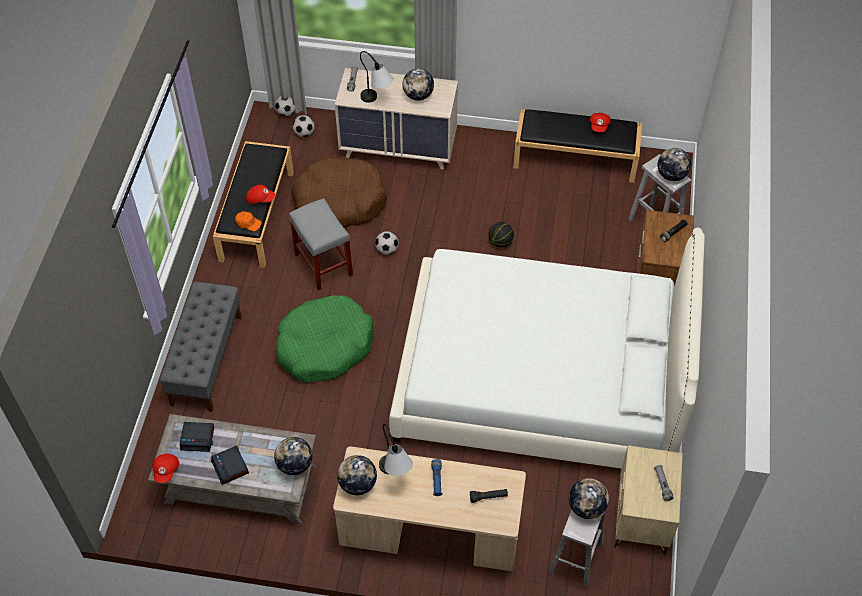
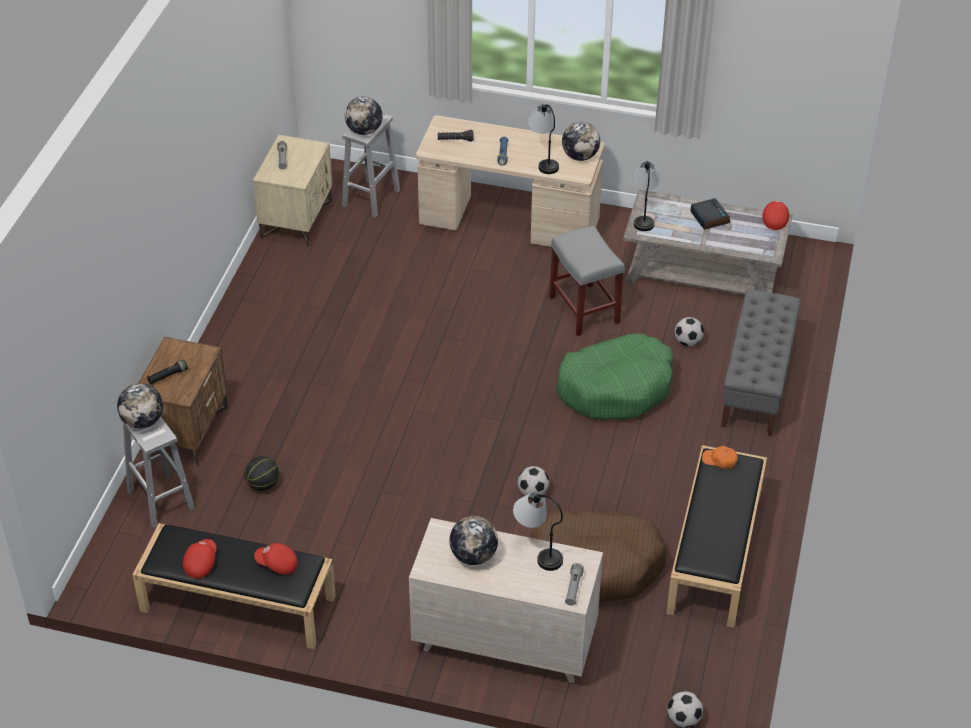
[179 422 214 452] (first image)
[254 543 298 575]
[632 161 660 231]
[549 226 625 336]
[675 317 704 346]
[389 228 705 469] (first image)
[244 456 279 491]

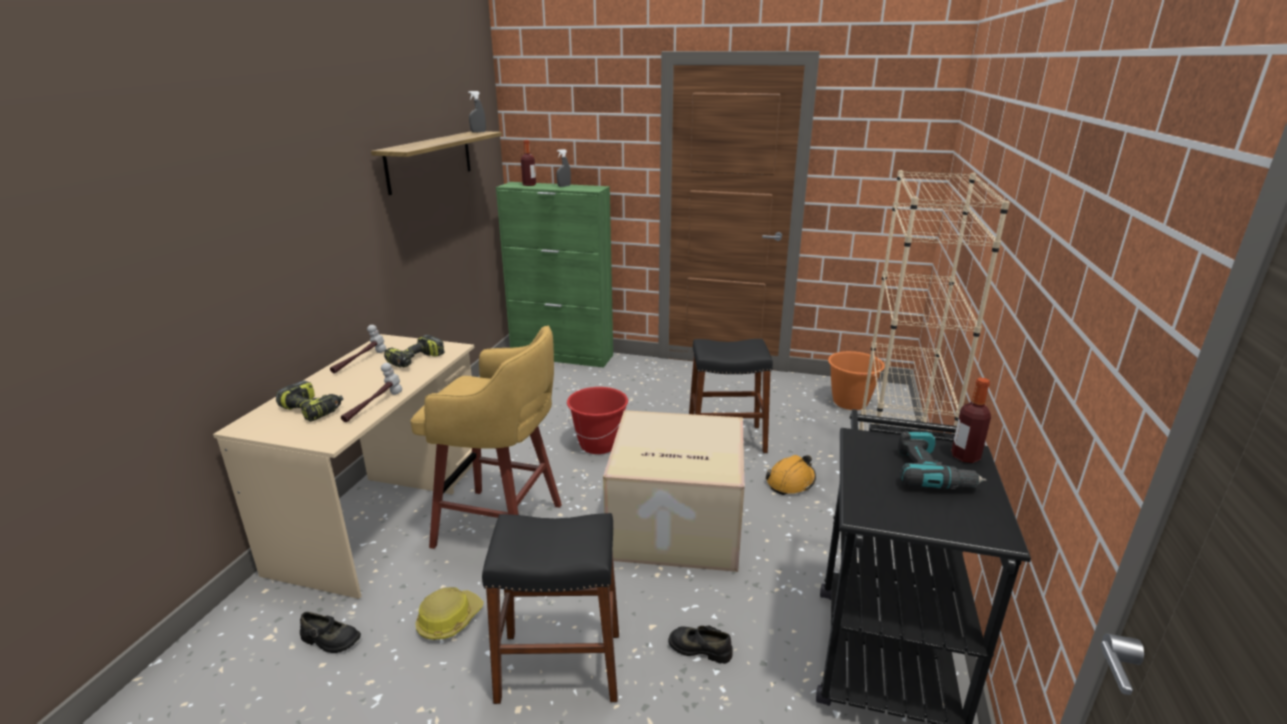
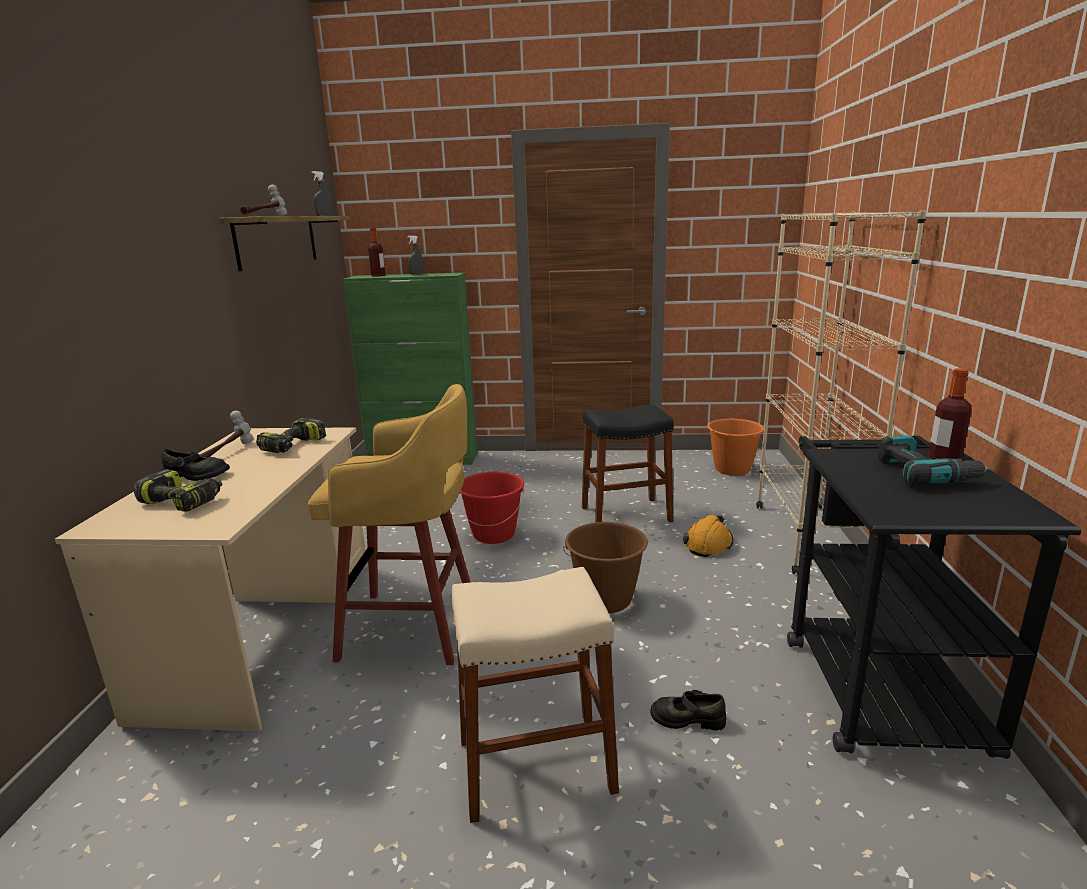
[162 449 230 481]
[240 185 287 216]
[415 587 484 640] (first image)
[452 567 619 823]
[563 522 648 613]

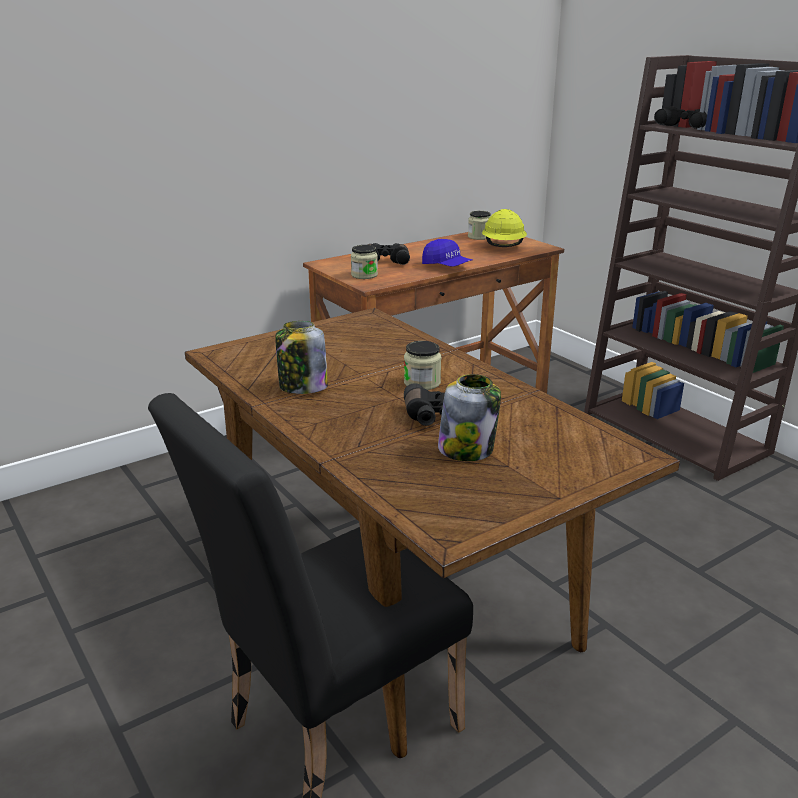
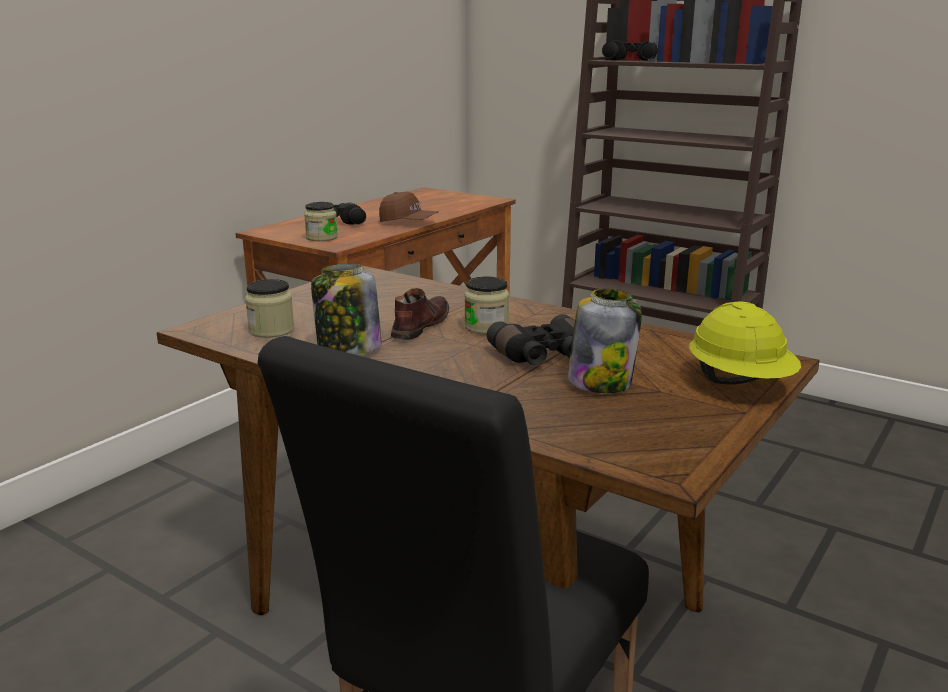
[379 192 439 222]
[245 279 294 338]
[689 302 801 384]
[391 288 449 340]

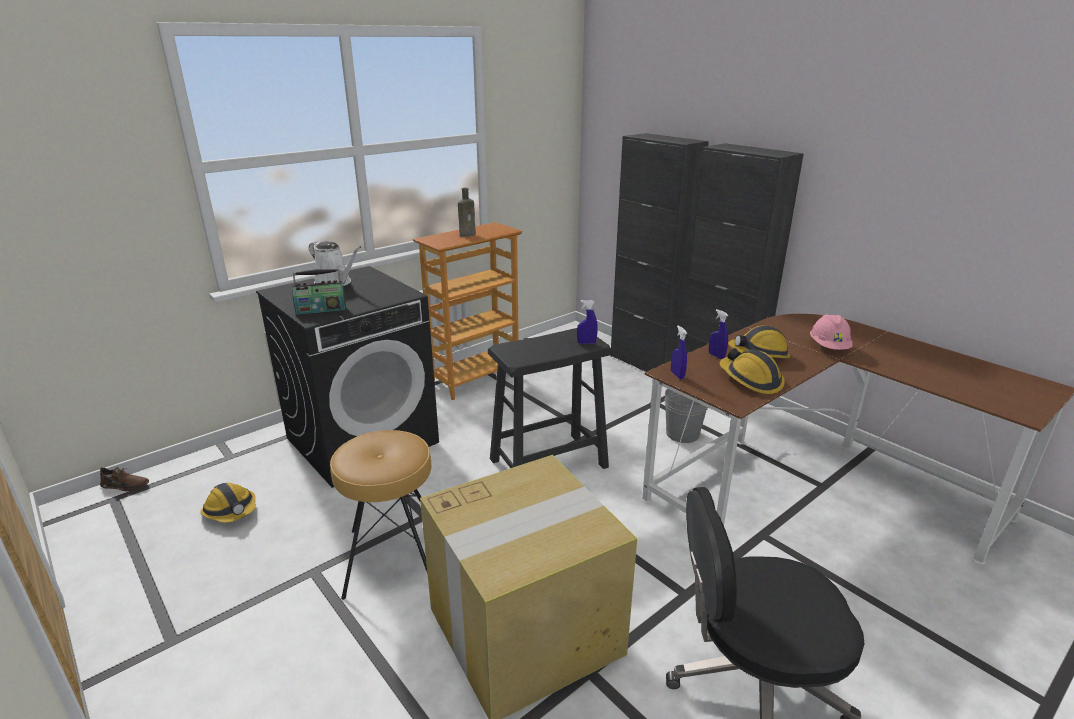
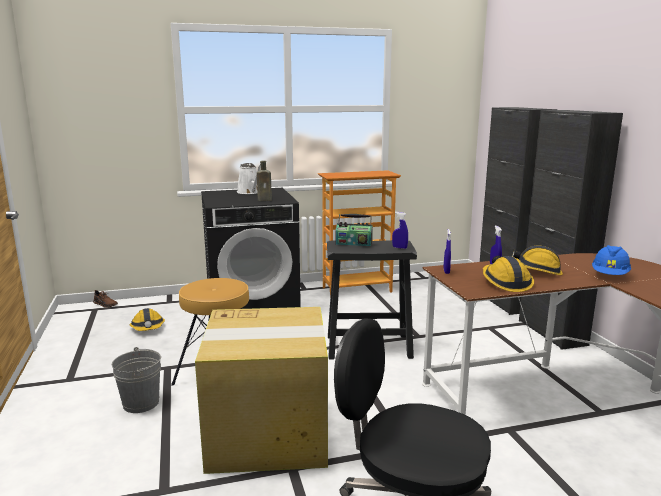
[335 214 373 246]
[257 161 272 201]
[112 347 161 413]
[592 245 631 275]

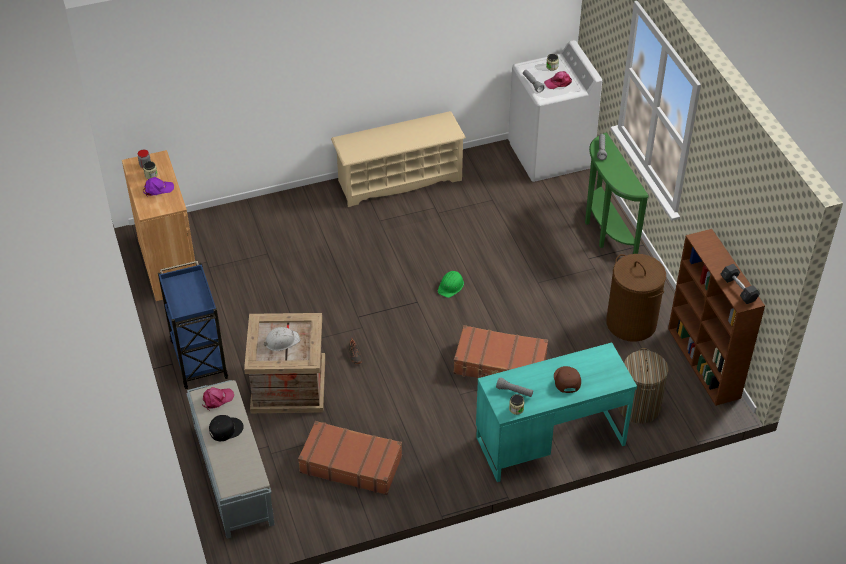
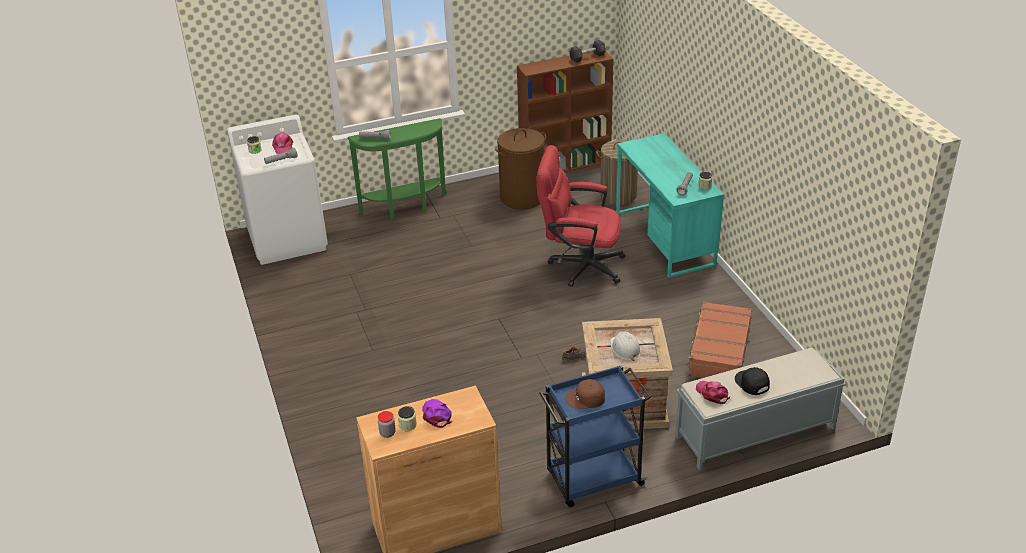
[331 111 466 207] (first image)
[438 271 464 298] (first image)
[536 145 625 287]
[565 379 605 409]

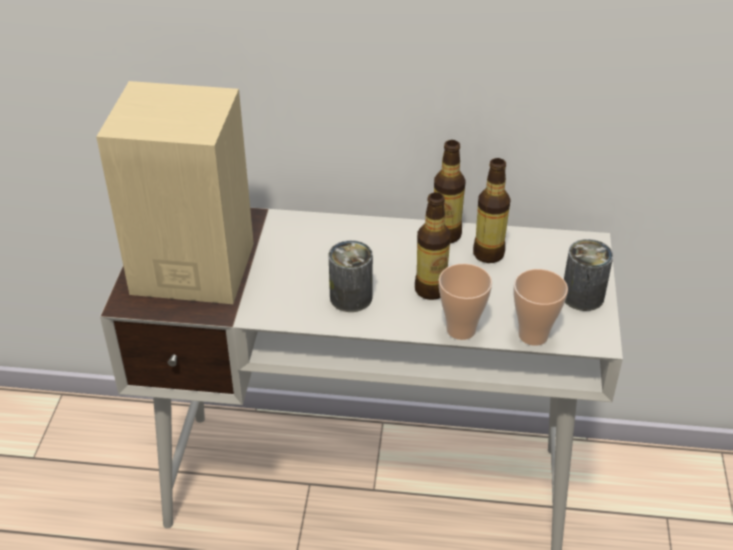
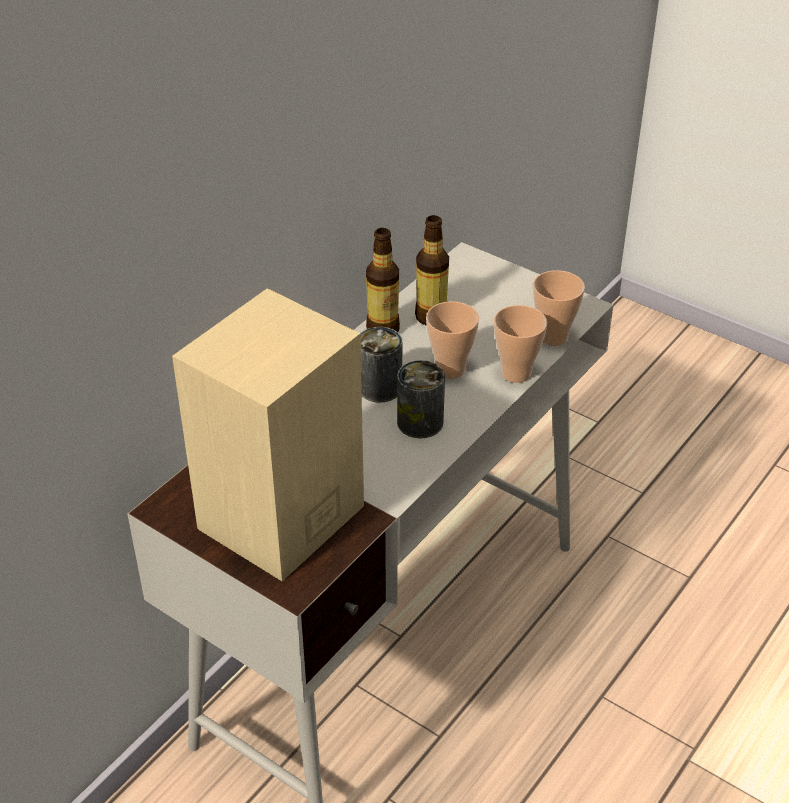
[426 301 479 379]
[360 327 402 402]

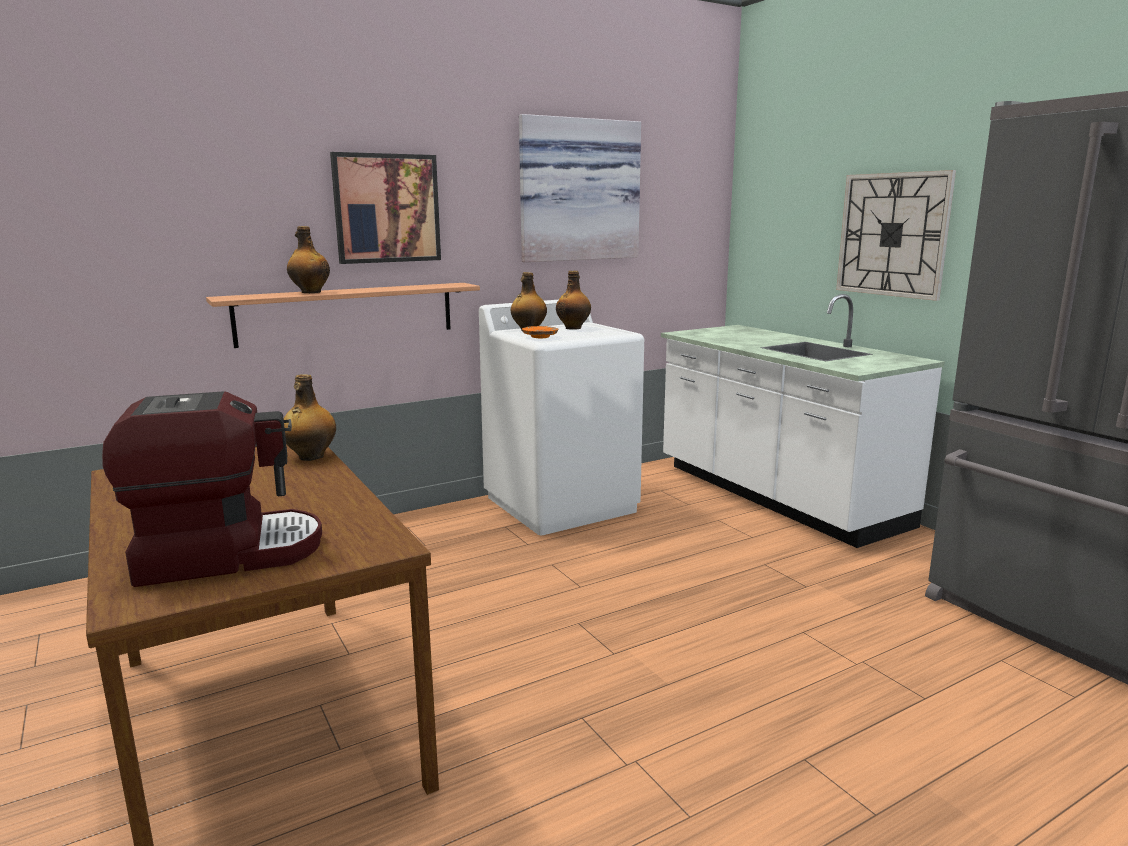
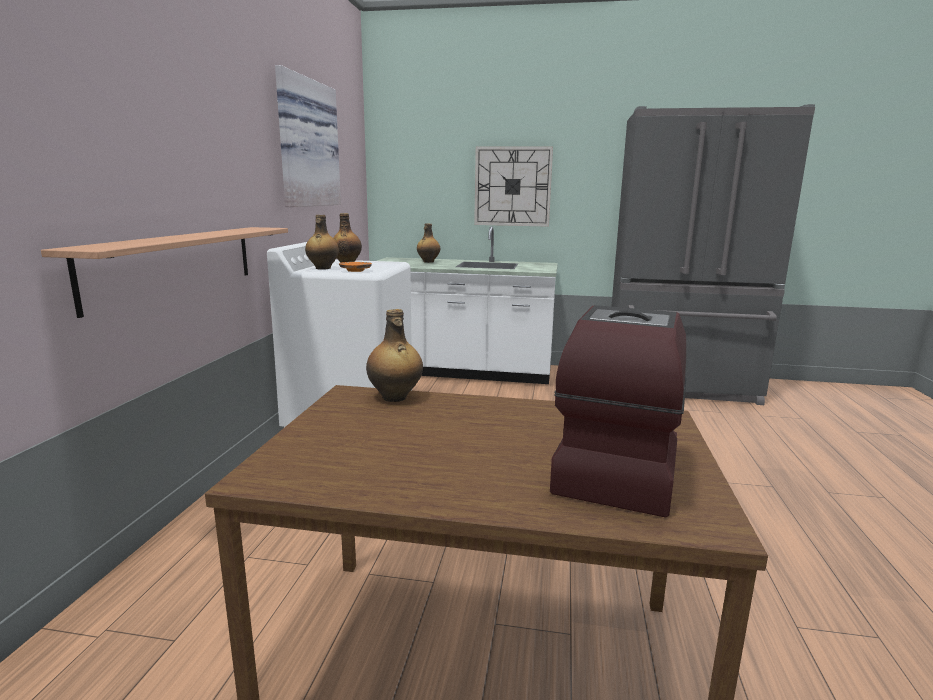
[417 223 440 263]
[330 152 441 264] (first image)

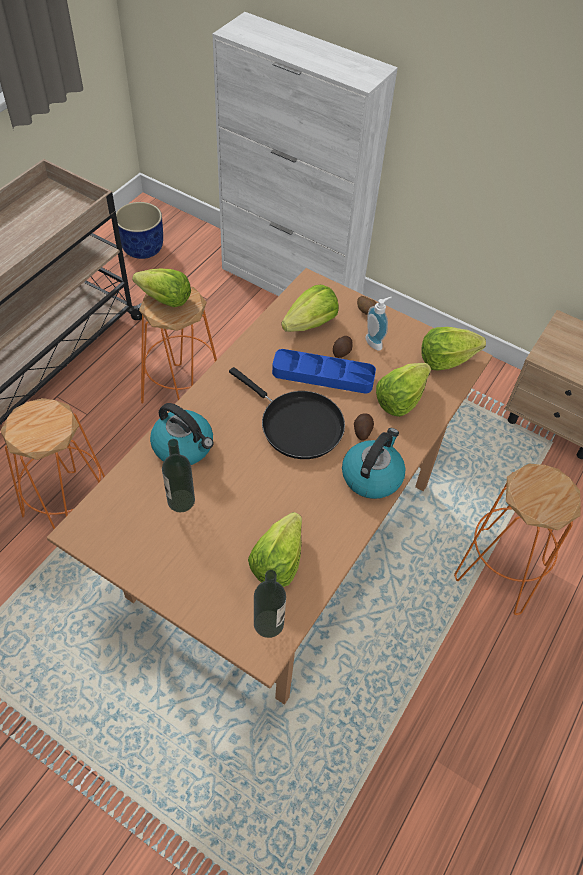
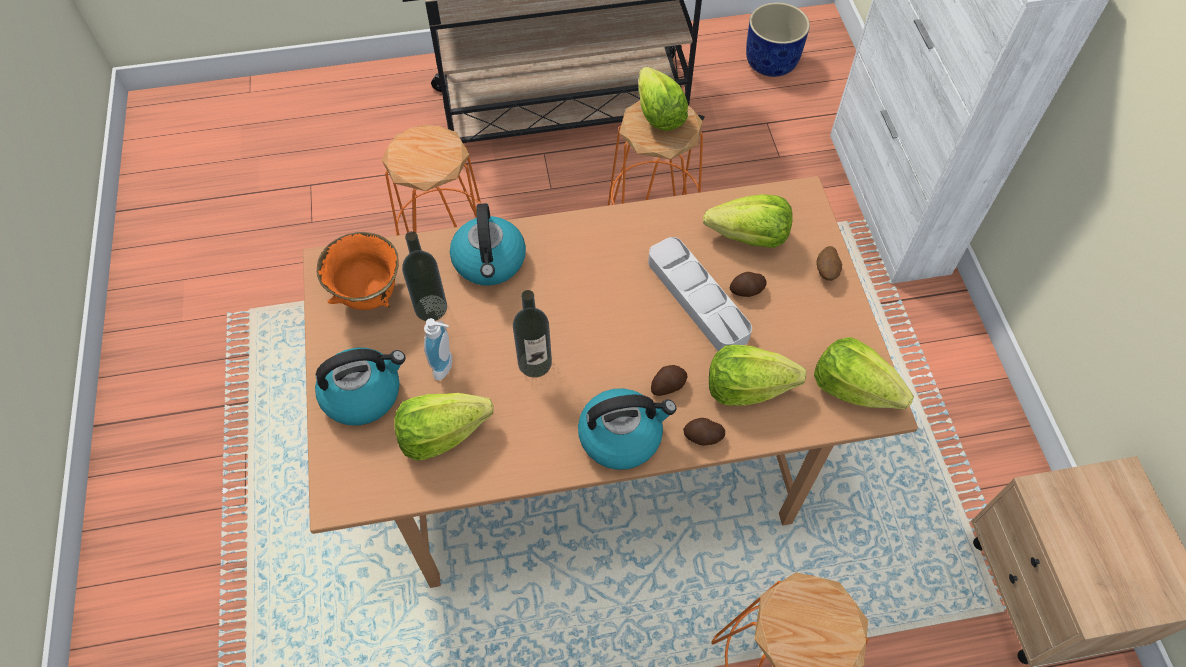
[229 367 345 459] (first image)
[513 290 552 378]
[648 237 752 351]
[424 318 452 381]
[315 348 406 425]
[317 232 399 310]
[683 418 725 446]

